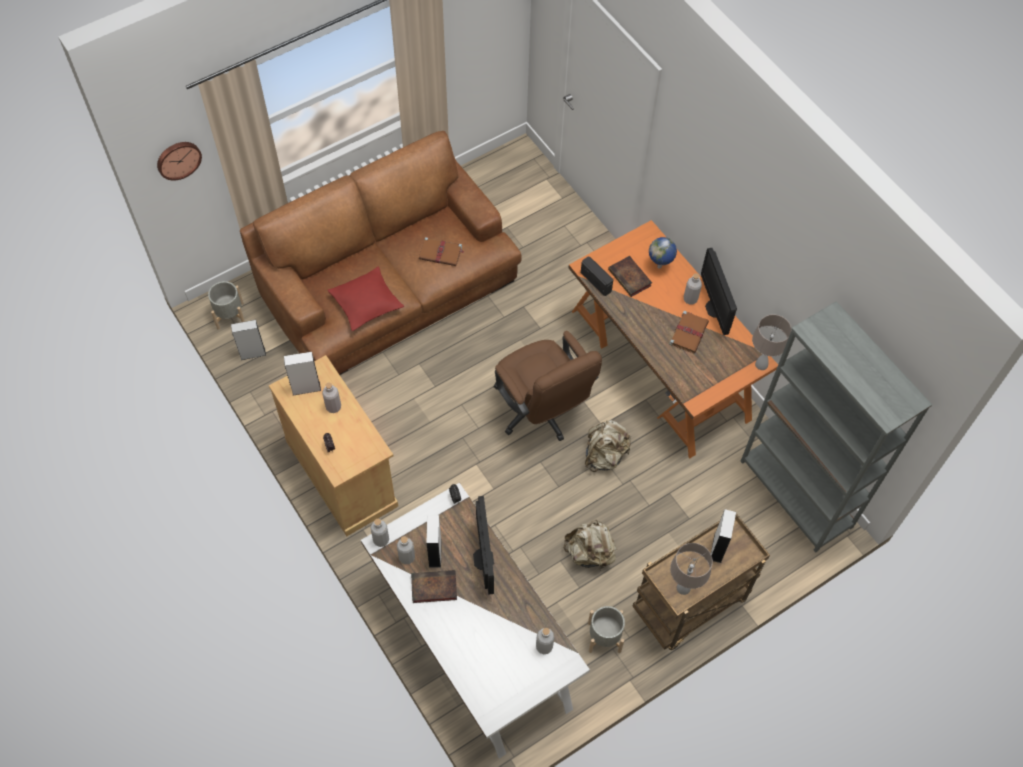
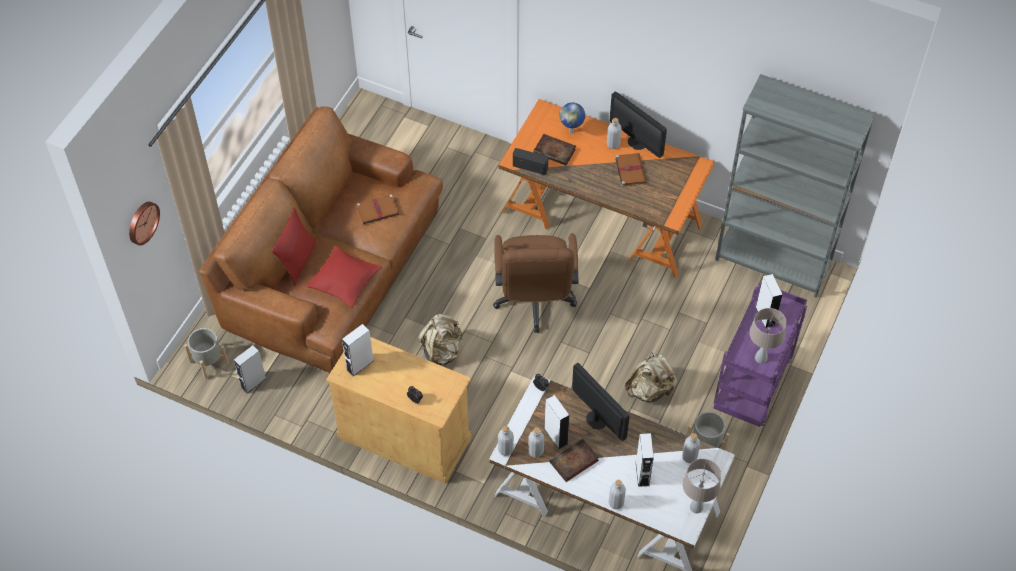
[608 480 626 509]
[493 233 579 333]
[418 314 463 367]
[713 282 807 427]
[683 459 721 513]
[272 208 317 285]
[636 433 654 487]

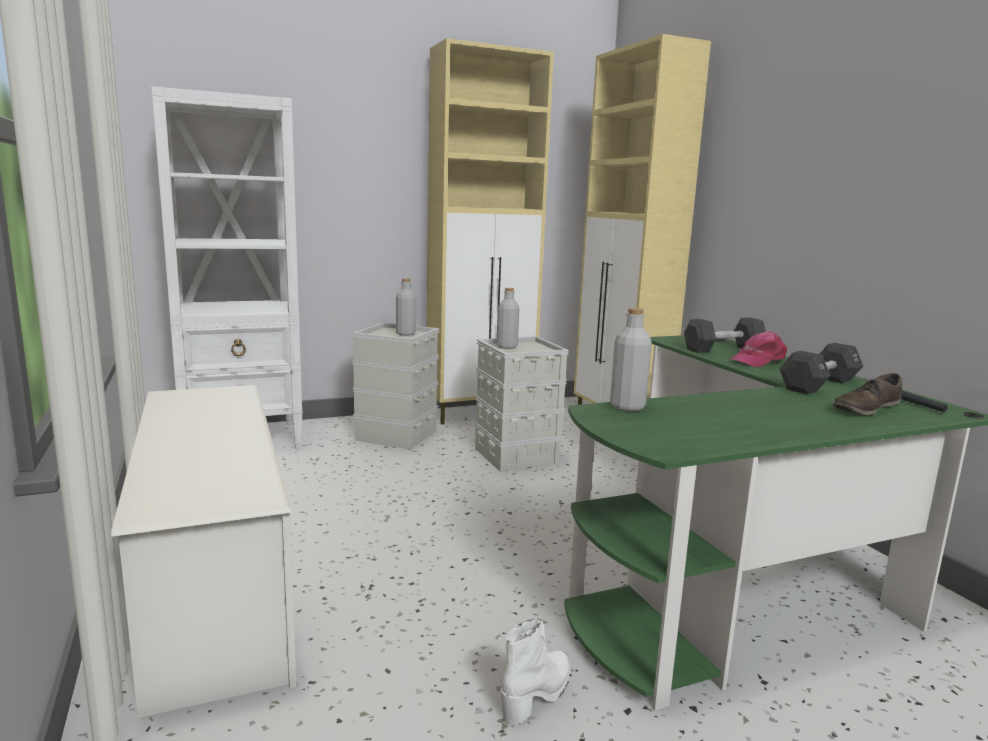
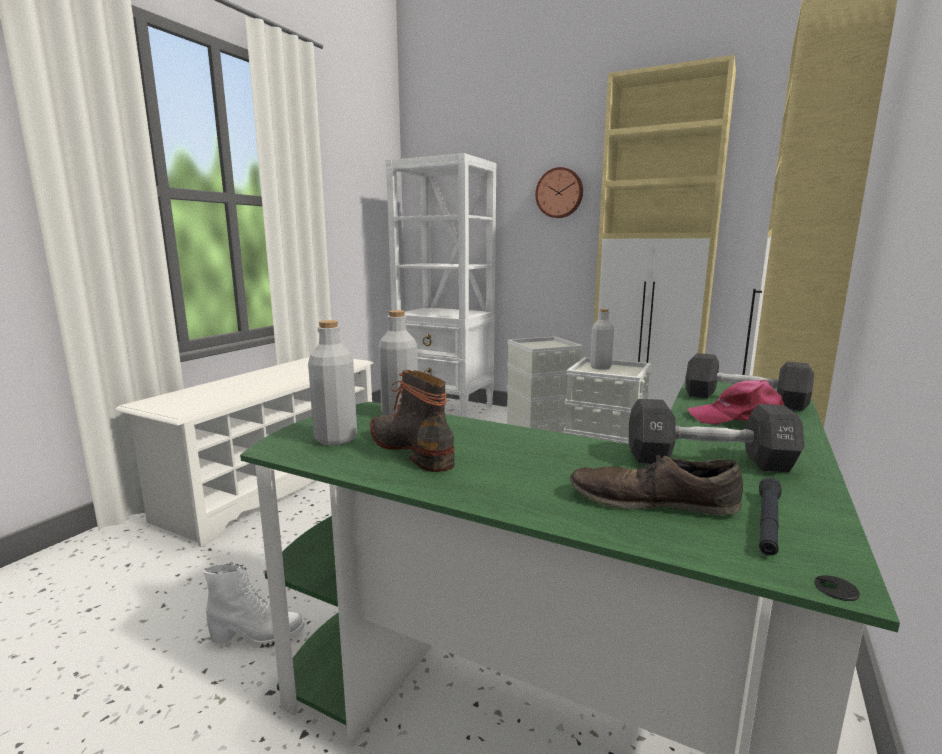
[308 320 357 446]
[370 370 455 472]
[535 167 583 218]

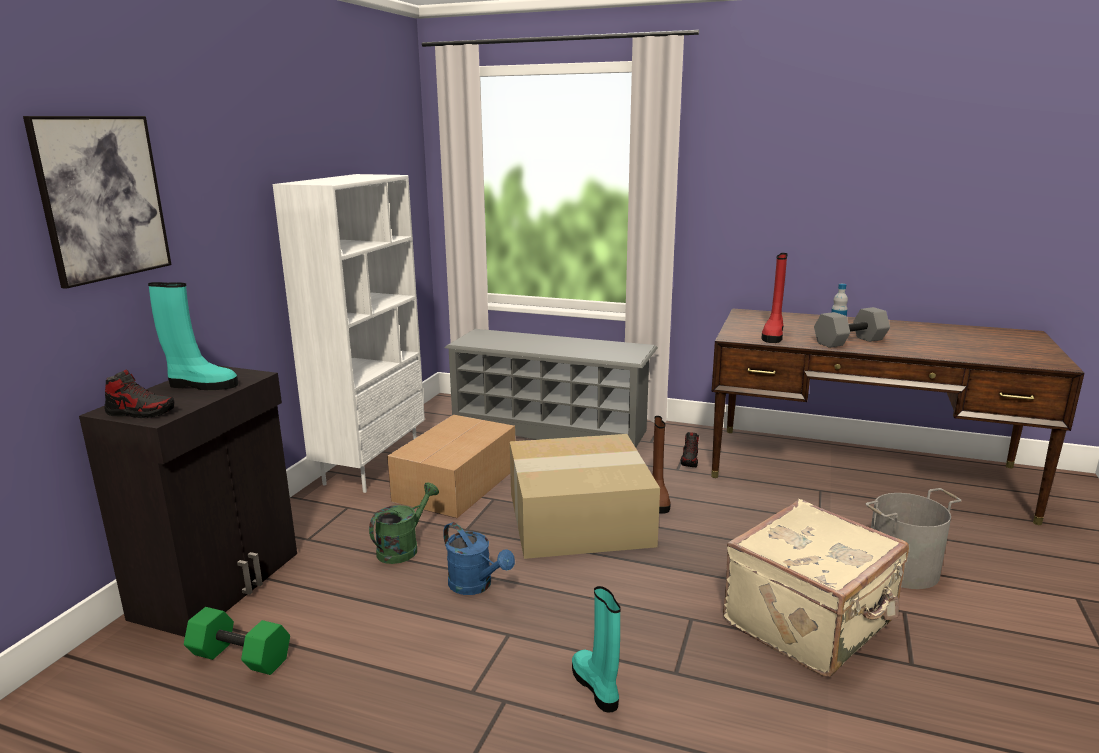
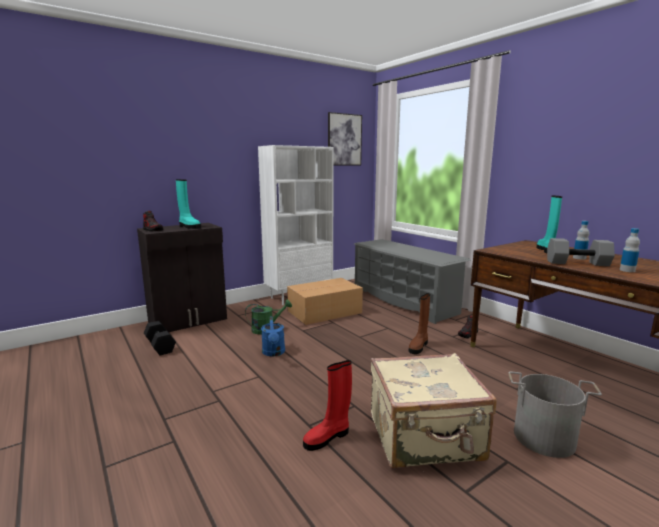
[328 112 362 166]
[144 321 176 355]
[510 434 660 559] (first image)
[536 196 562 253]
[303 360 352 451]
[620 228 640 272]

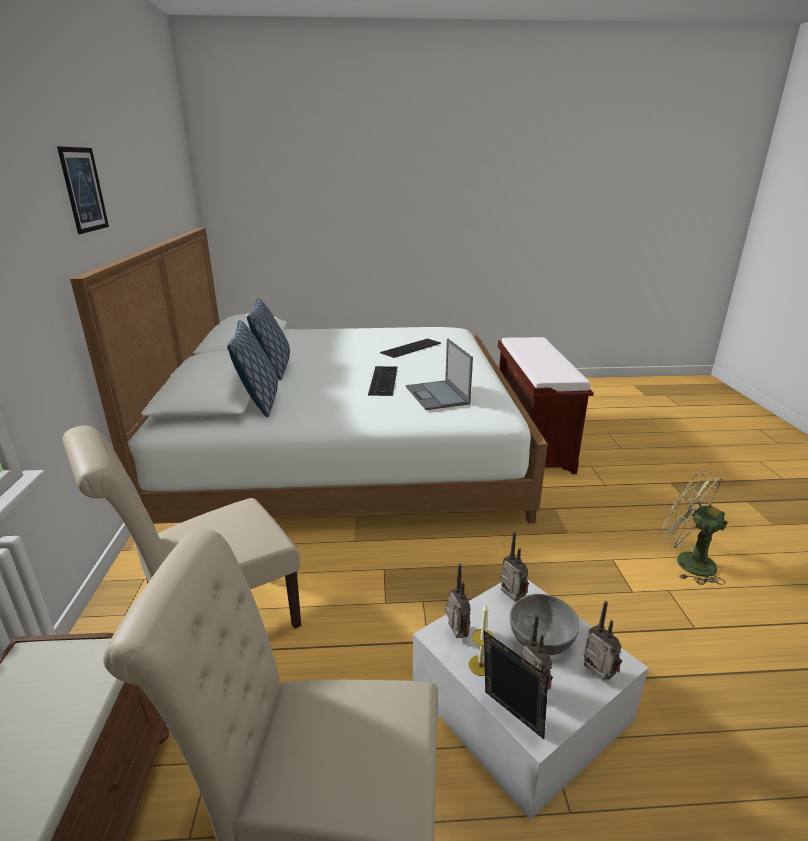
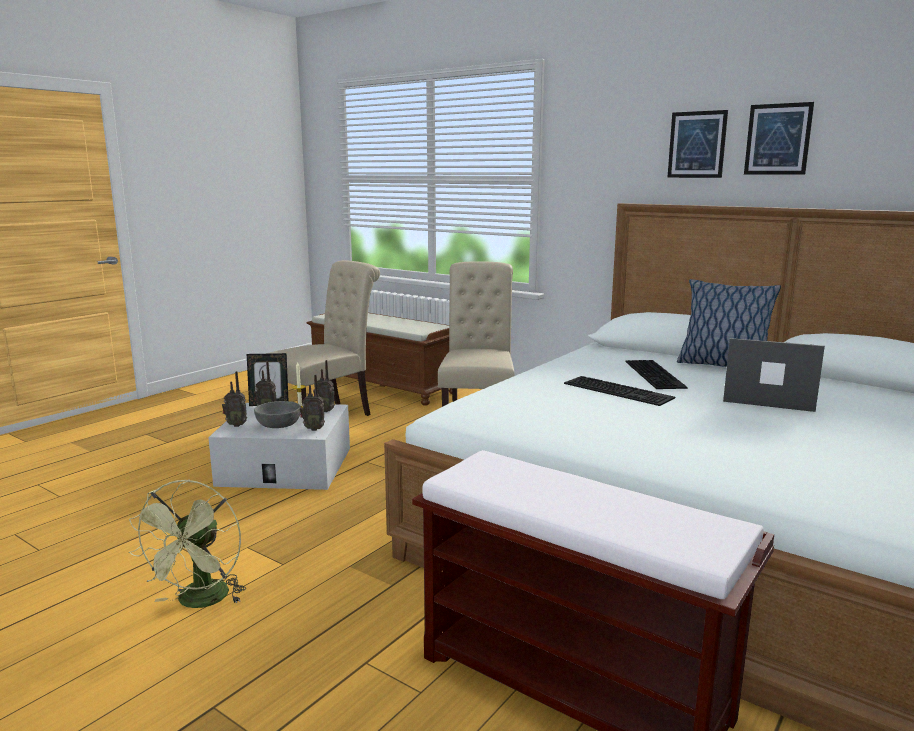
[227 320 278 417] (first image)
[625 360 688 389]
[723 338 825 412]
[129 479 246 608]
[744 102 814 175]

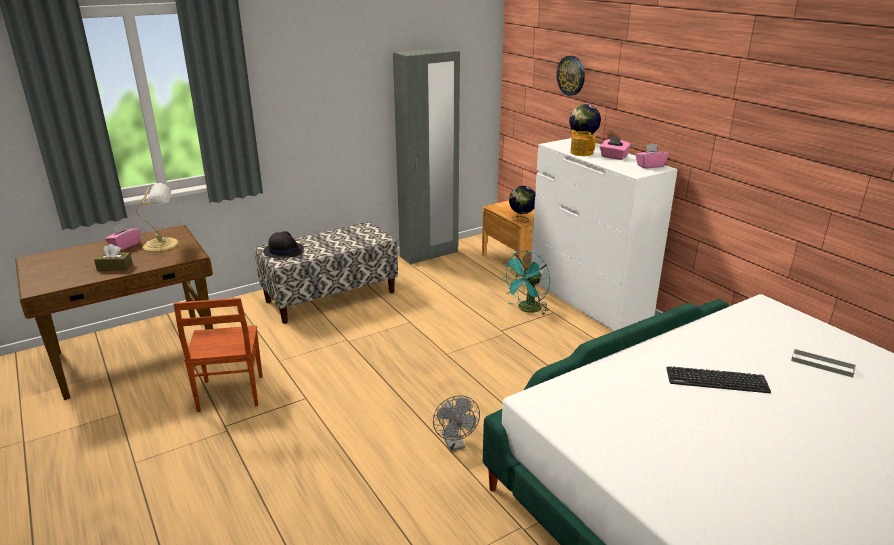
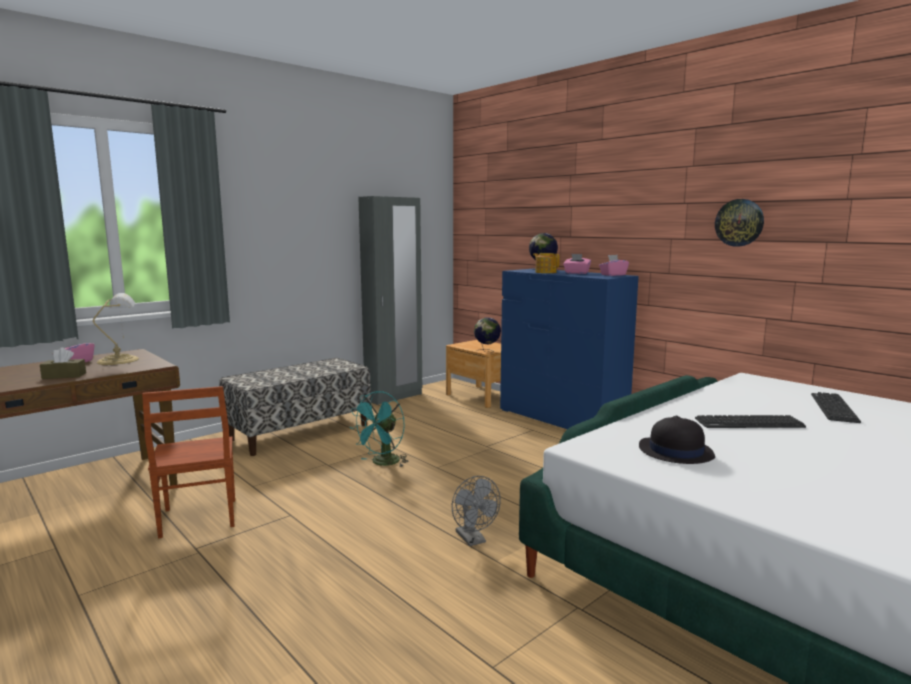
[639 416 715 464]
[350 391 409 467]
[500 268 639 429]
[715 199 764 247]
[811 392 861 423]

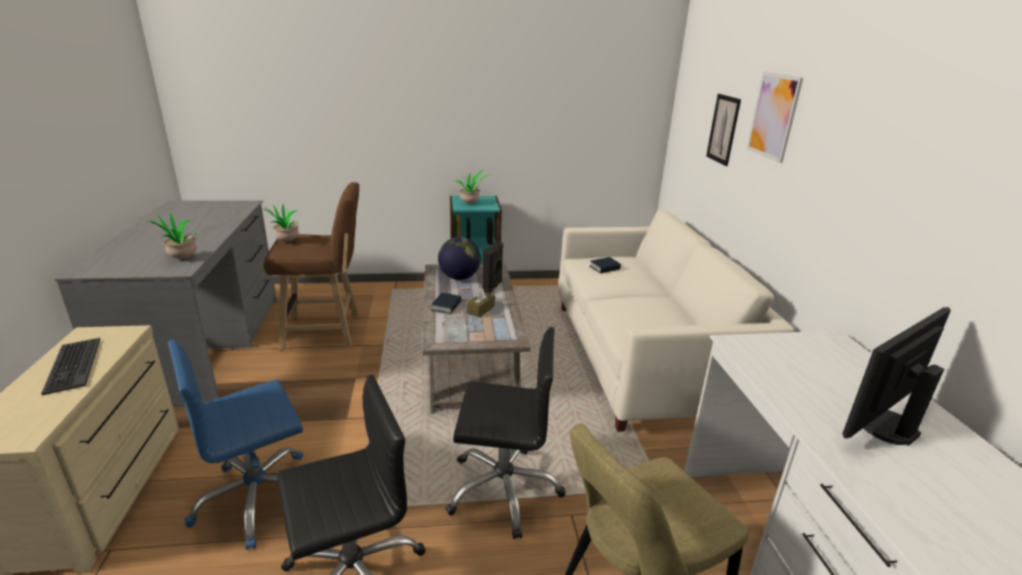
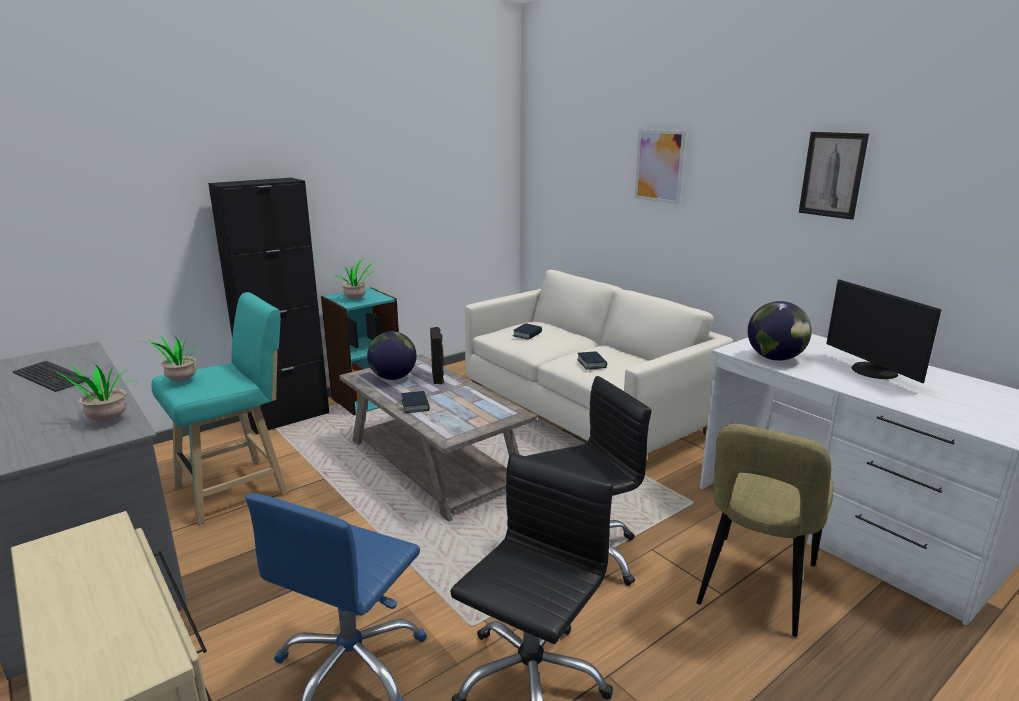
[13 361 89 392]
[151 292 288 525]
[467 287 495 318] (first image)
[799 132 869 220]
[826 279 941 383]
[208 178 329 435]
[577 351 607 370]
[748 301 812 361]

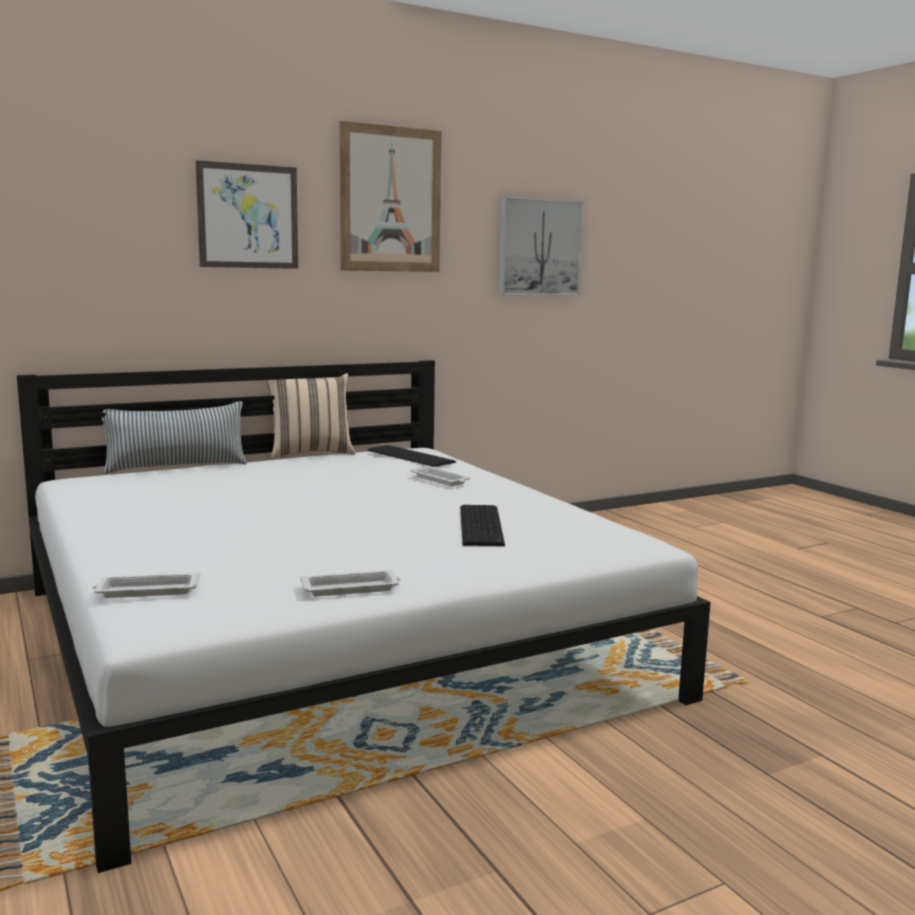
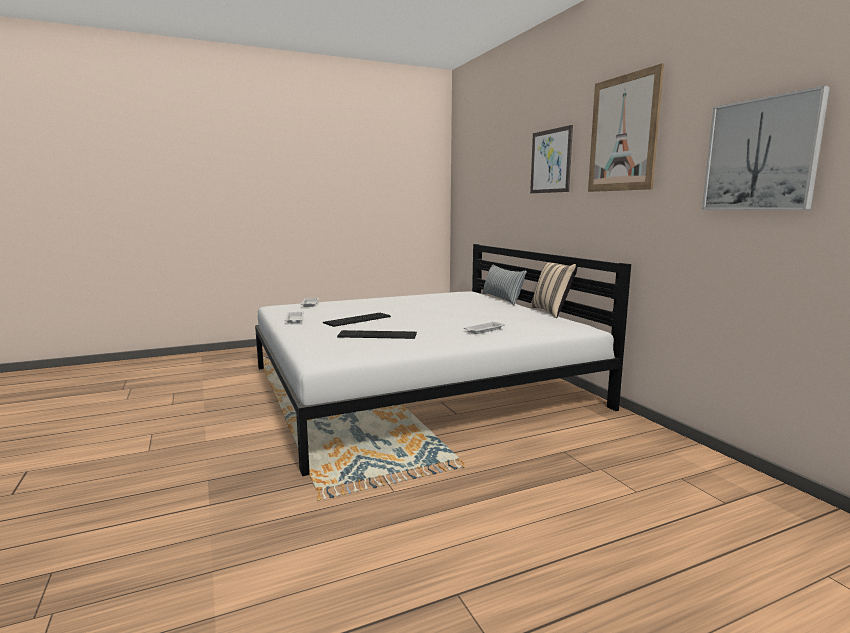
[323 313 391 327]

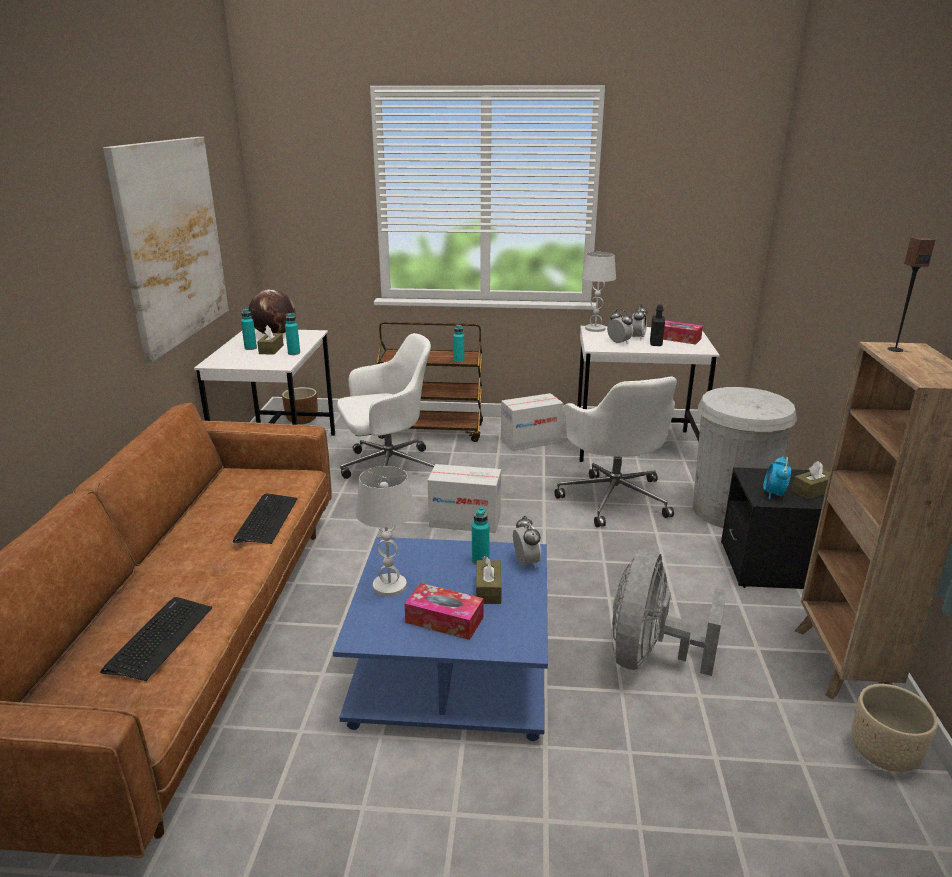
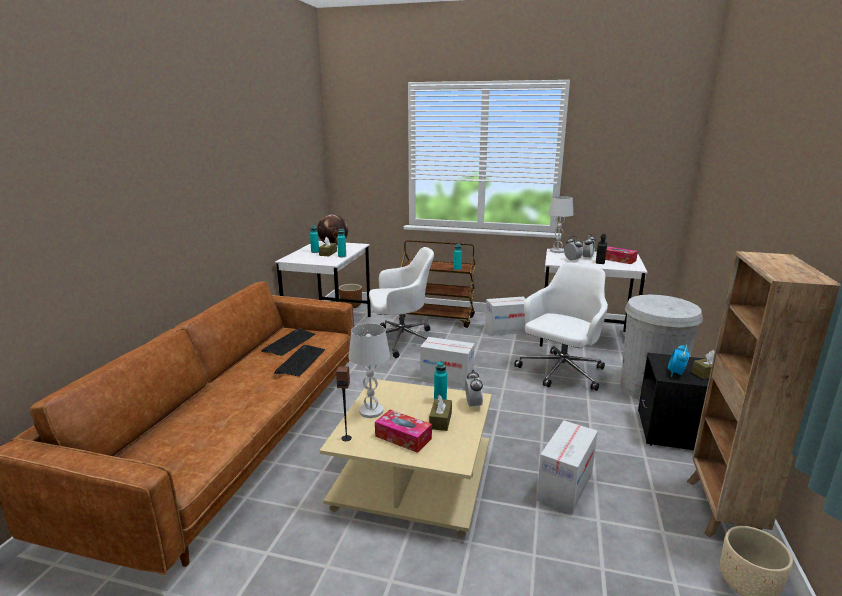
[261 328 316 356]
[103 137 229 362] (first image)
[320 379 492 537]
[514 263 608 391]
[536 420 598 514]
[336 366 352 441]

